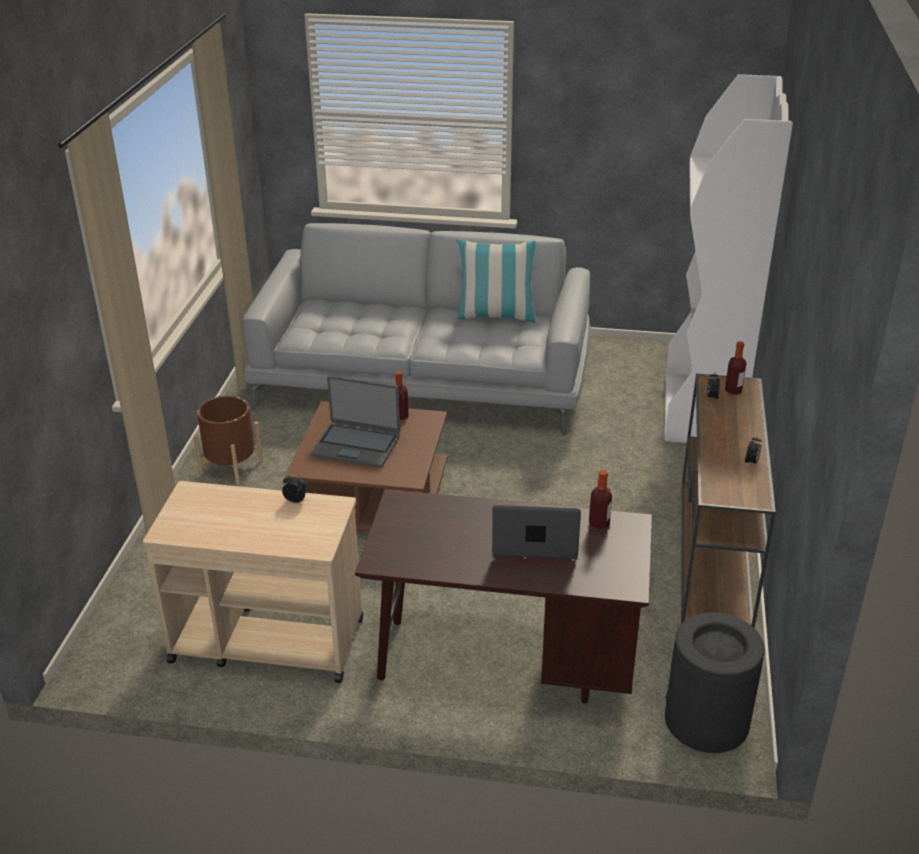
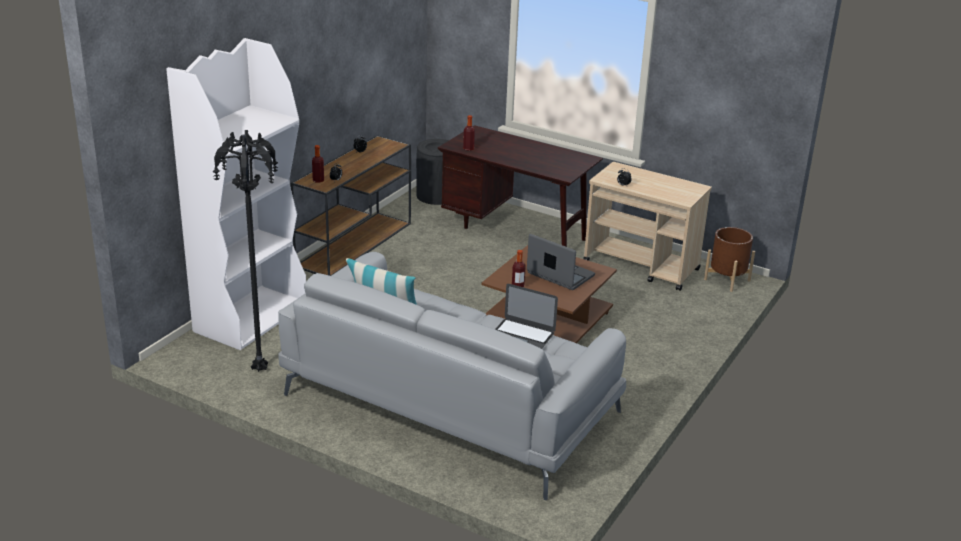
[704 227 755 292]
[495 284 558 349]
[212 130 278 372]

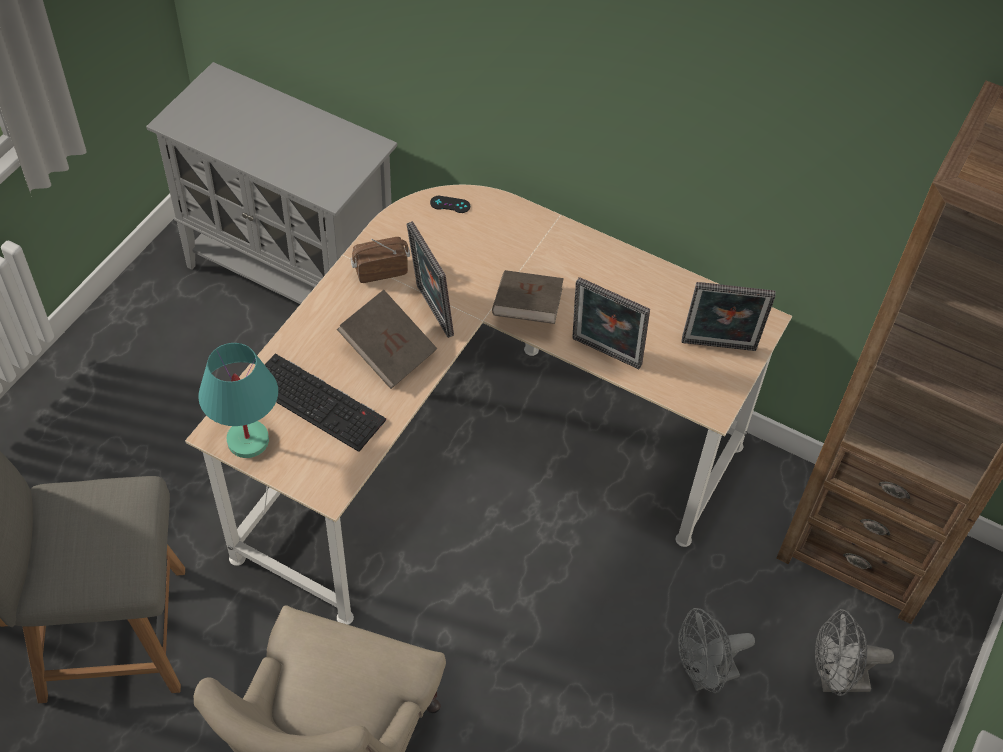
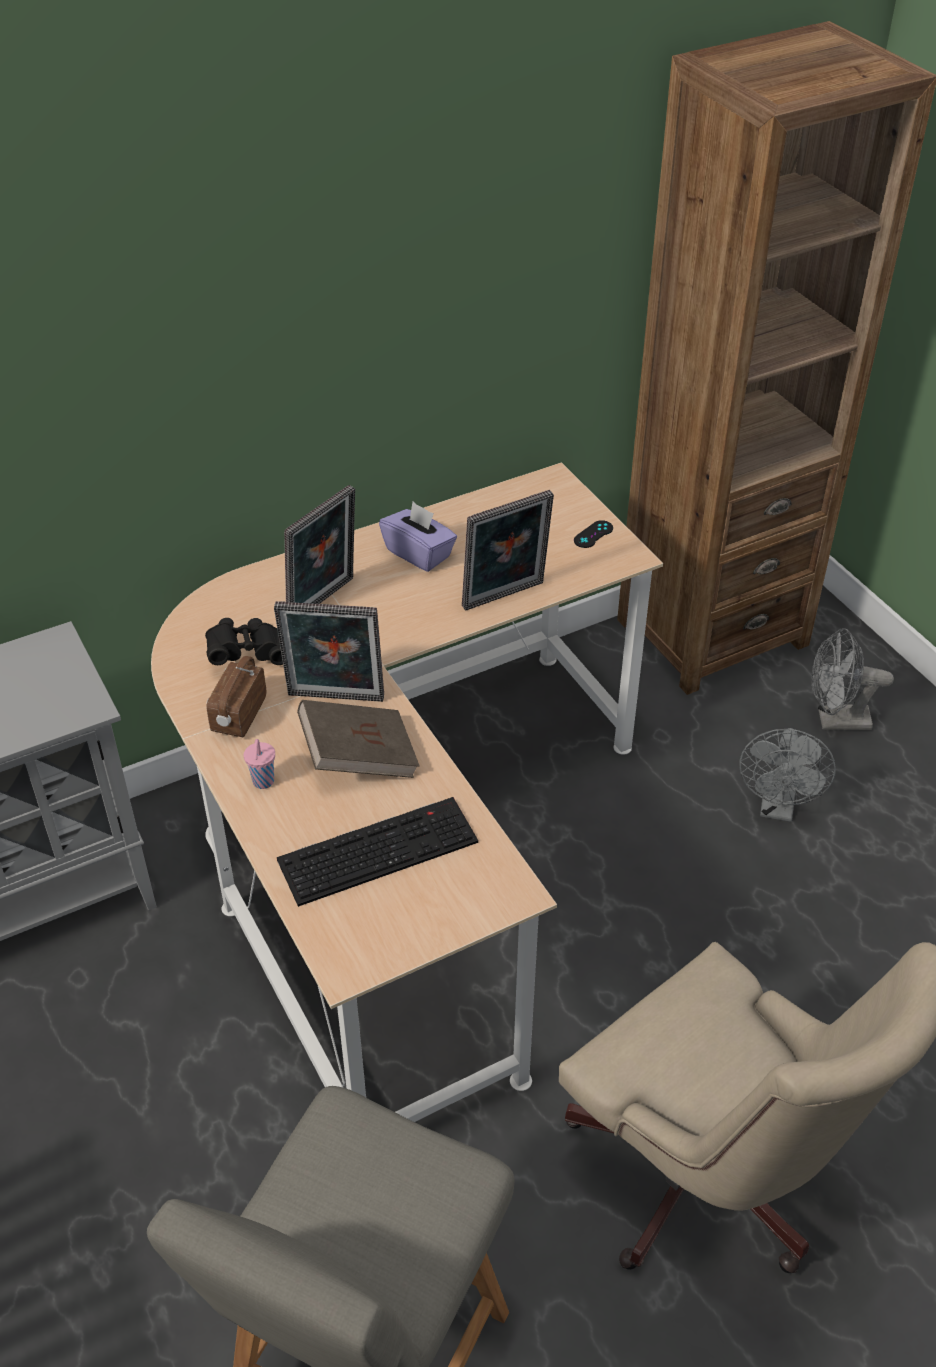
[199 343 278 458] (first image)
[574 520 613 548]
[492 270 564 324] (first image)
[284 485 355 604]
[812 628 894 730]
[205 618 283 665]
[244 739 275 789]
[379 502 457 572]

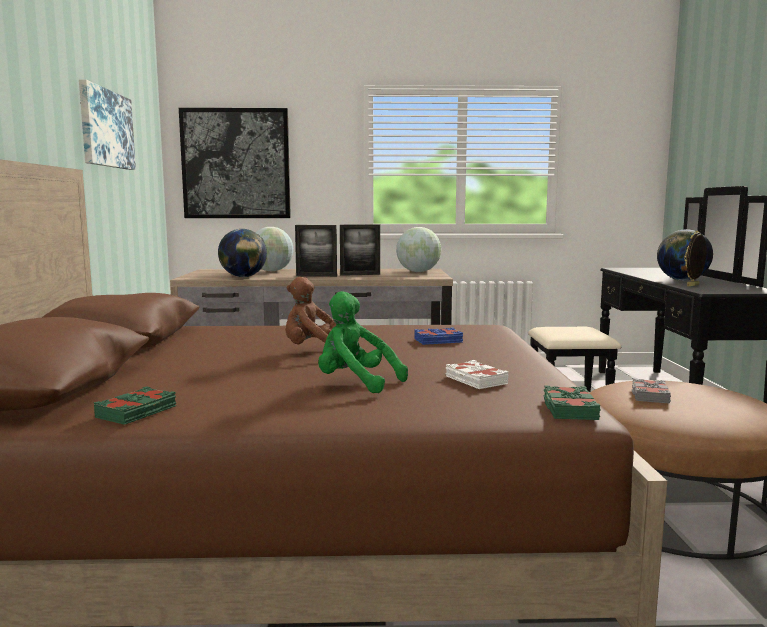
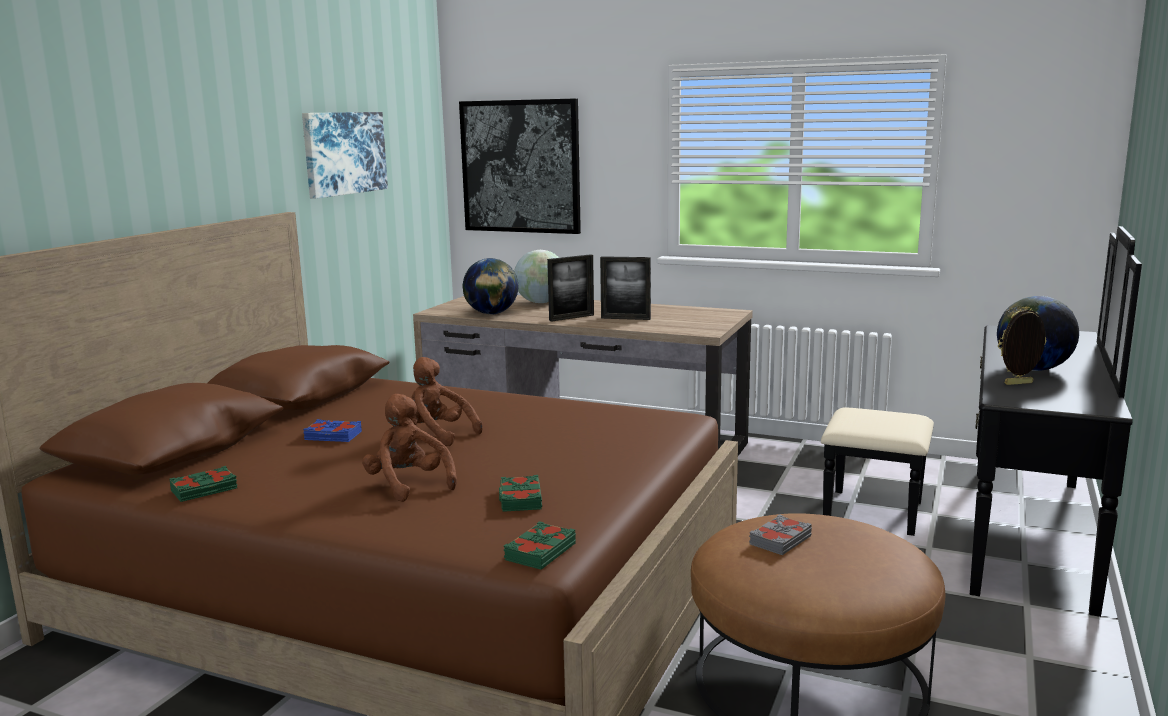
[547 254 594 322]
[362 394 457 502]
[396 227 441 272] (first image)
[303 419 362 442]
[499 475 542 512]

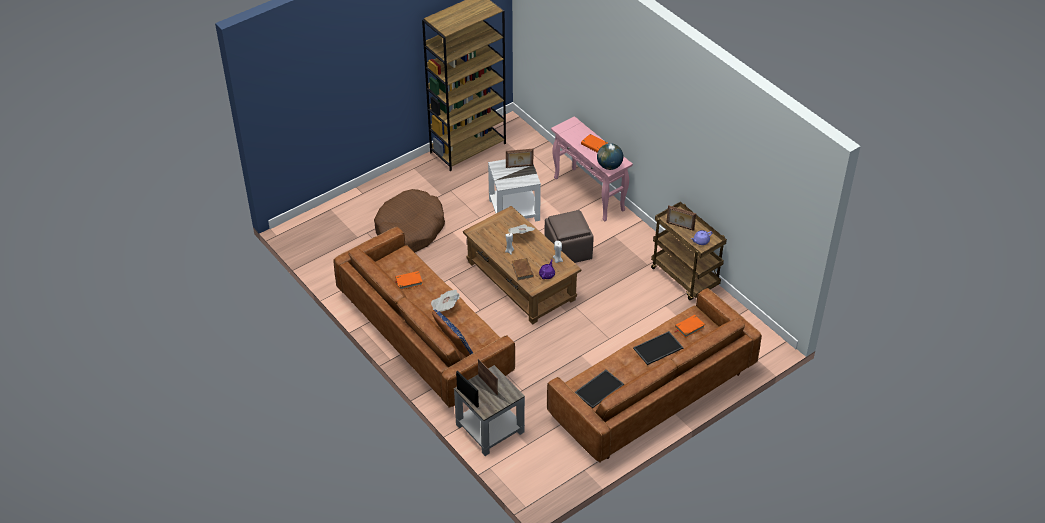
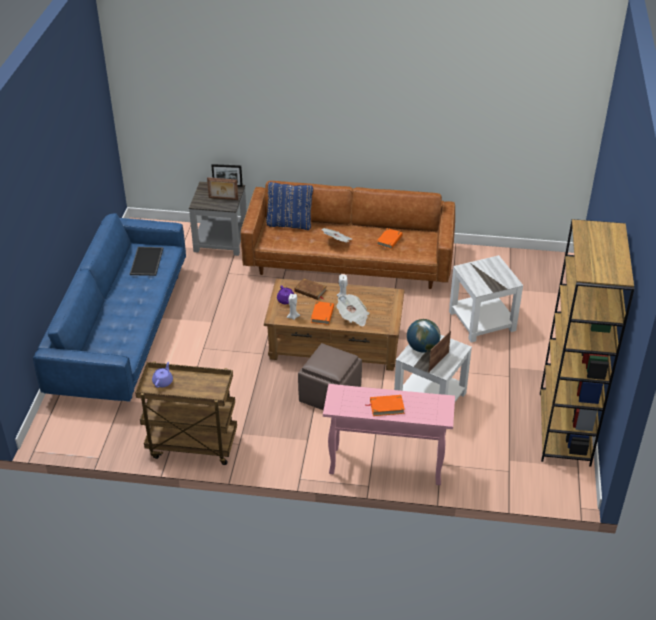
[449 255 523 343]
[33 214 186 402]
[407 319 440 353]
[633 331 683 365] (first image)
[666 205 696 231] (first image)
[311 301 334 325]

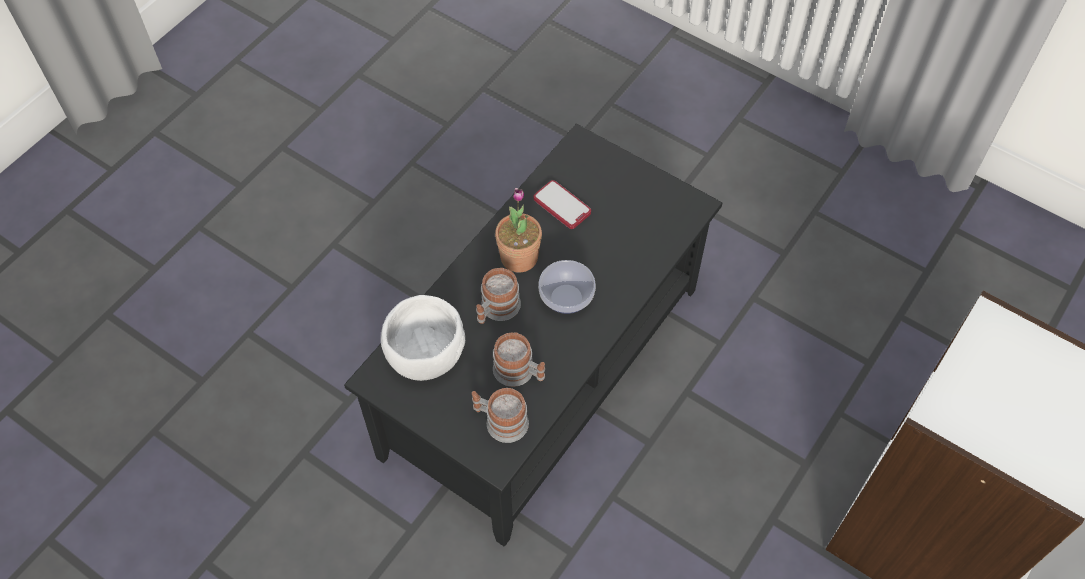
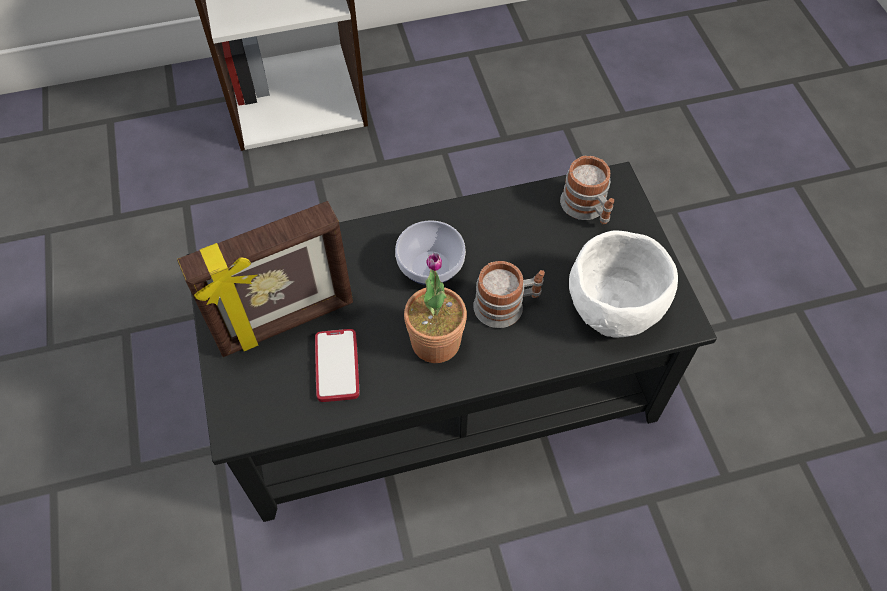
[493 332 545 387] (first image)
[177 201 353 357]

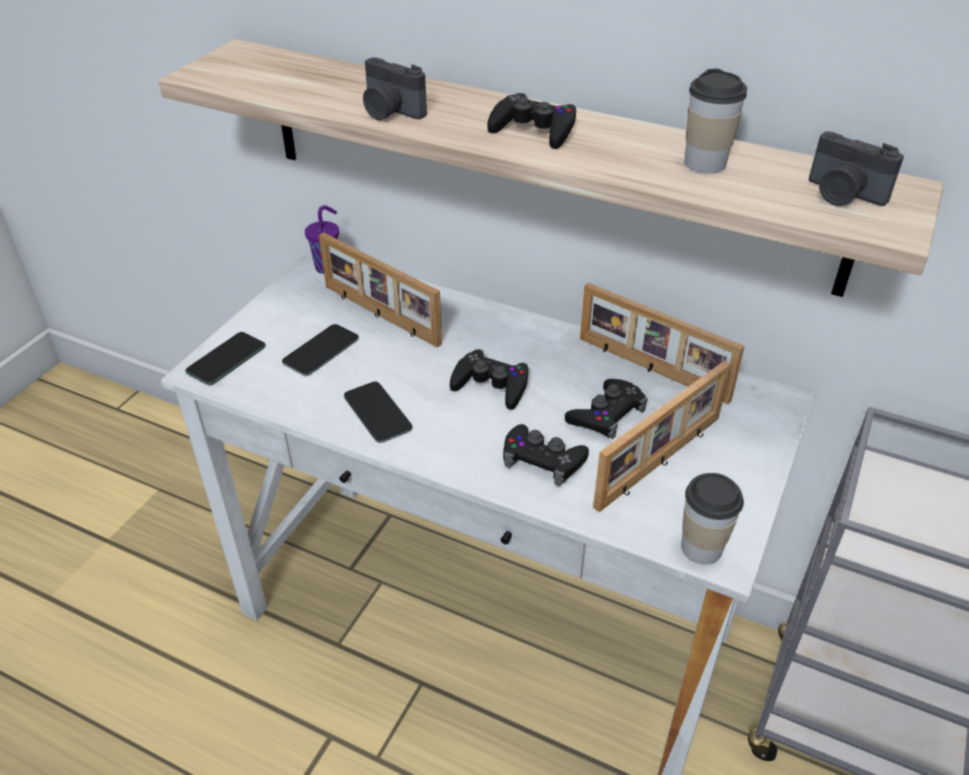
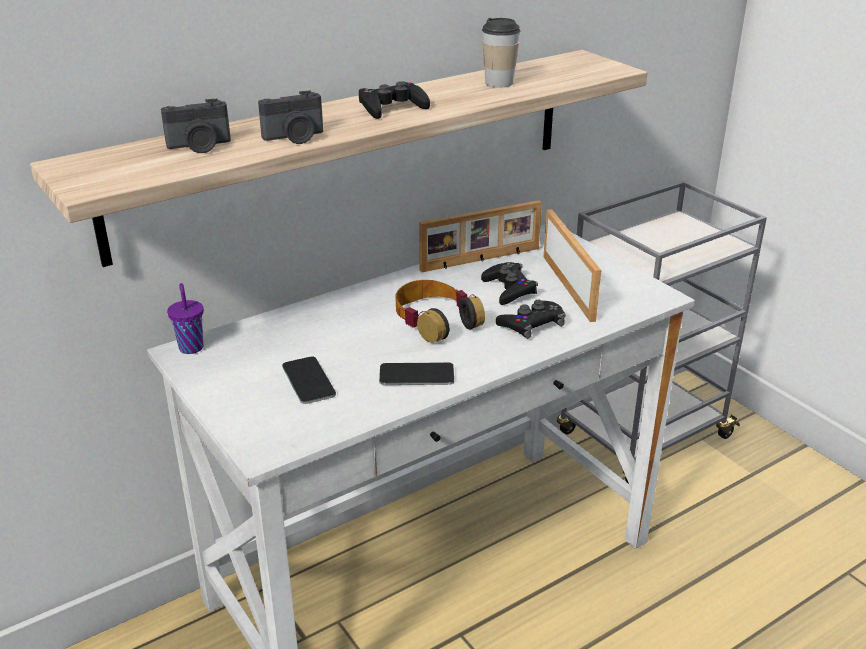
[185 332 266 385] (first image)
[319 232 442 348] (first image)
[395 280 485 343]
[681 473 744 565] (first image)
[161 99 231 153]

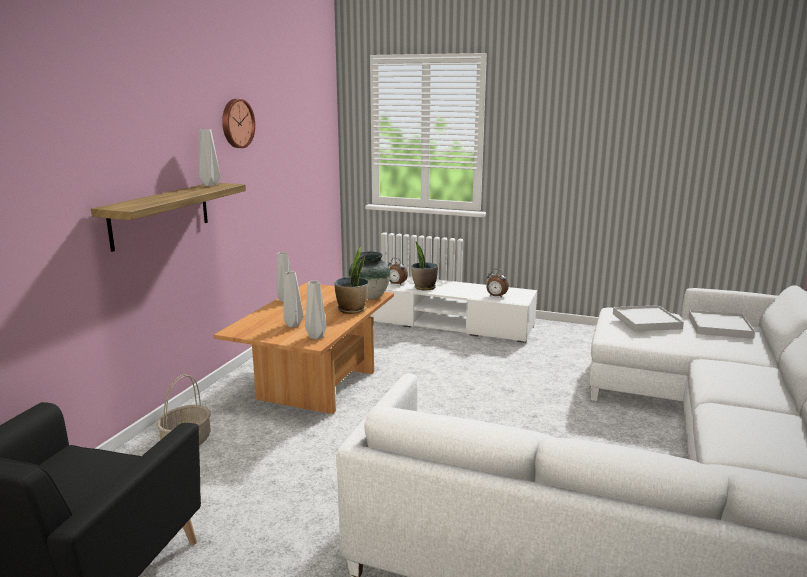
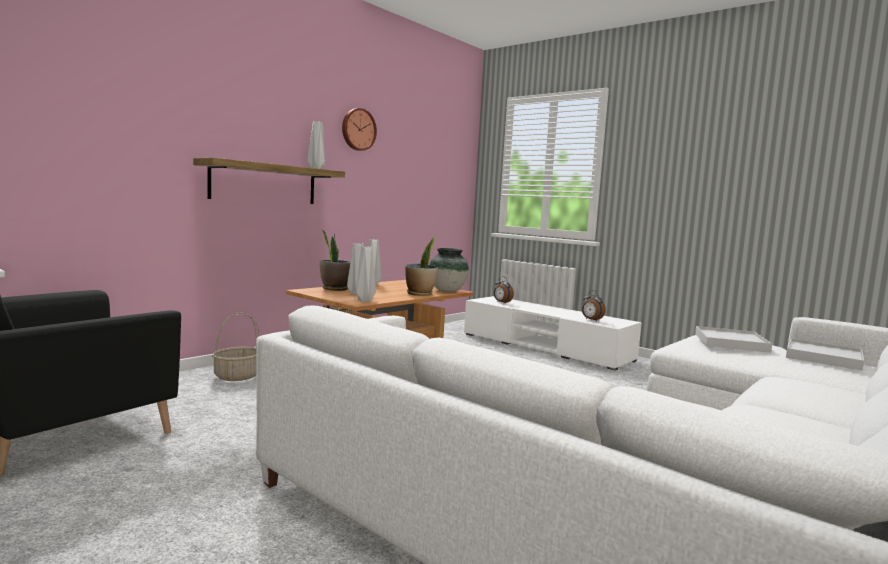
[320 230 350 291]

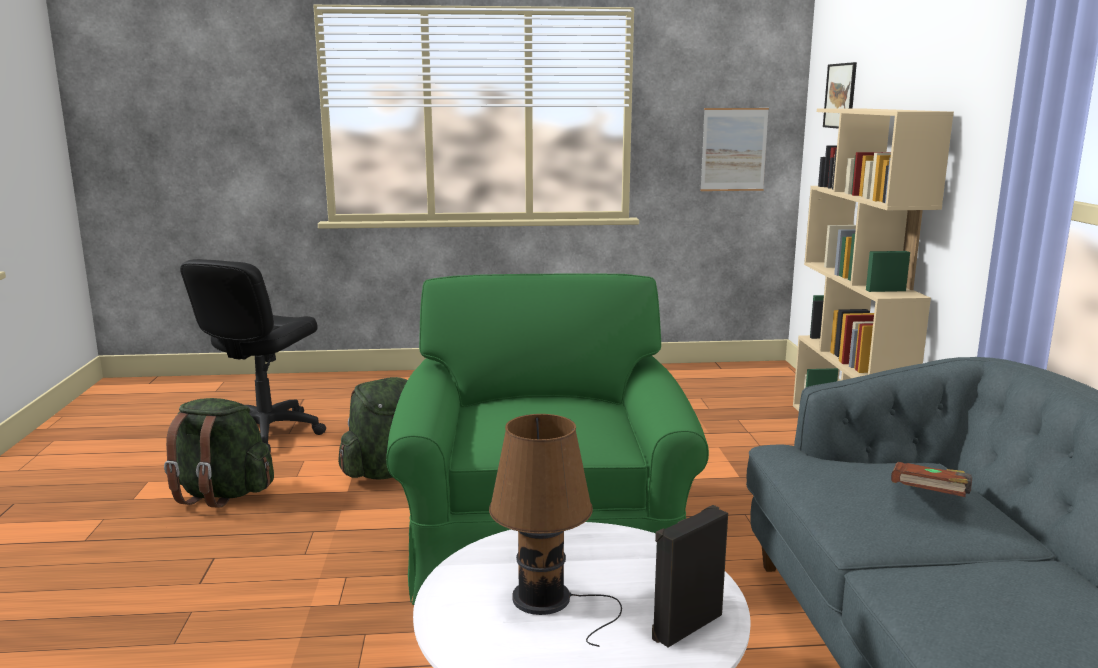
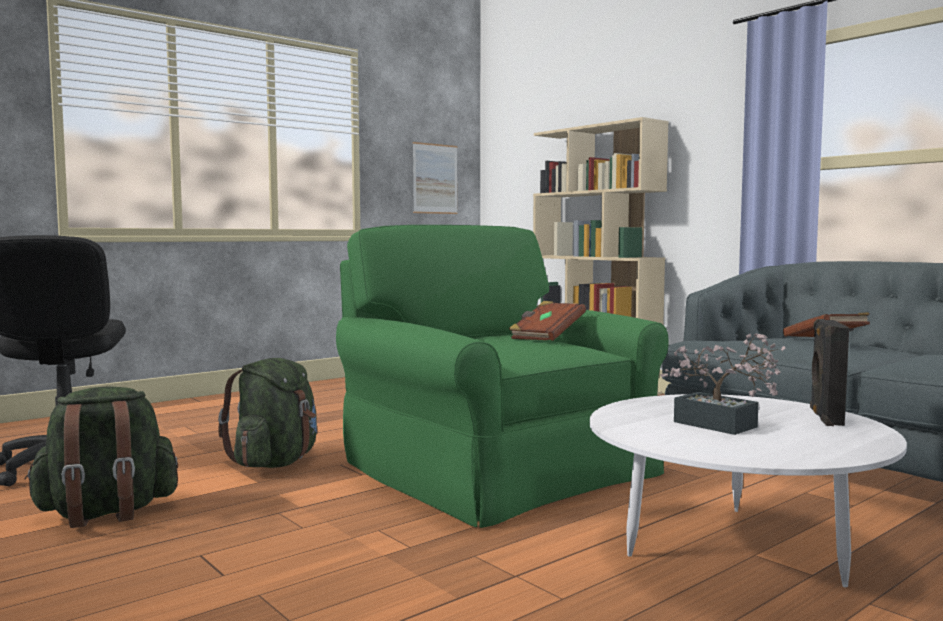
[660 333 786 435]
[823 62 857 129] (first image)
[509 301 586 341]

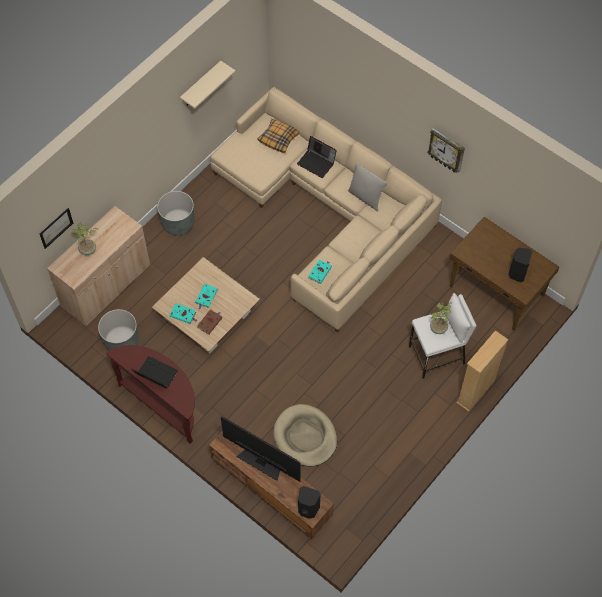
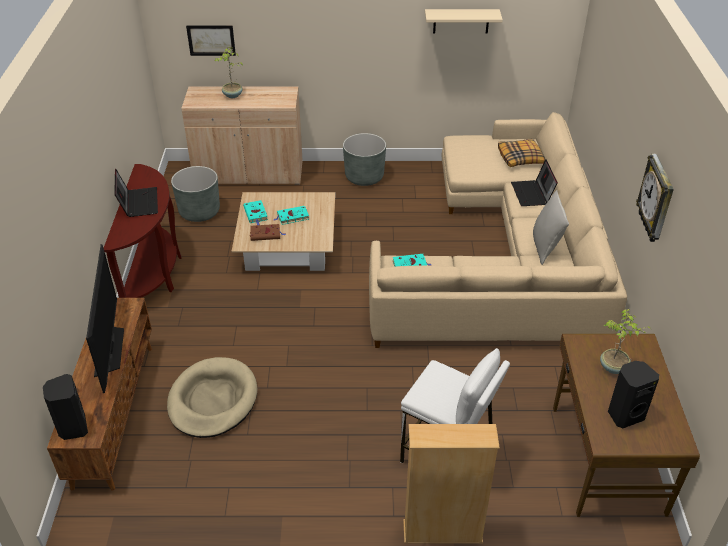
[600 309 651 374]

